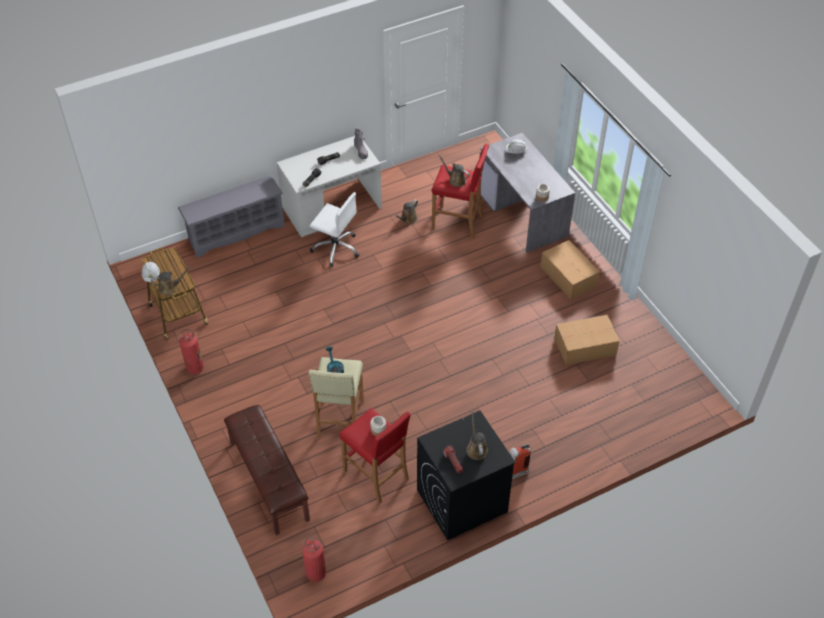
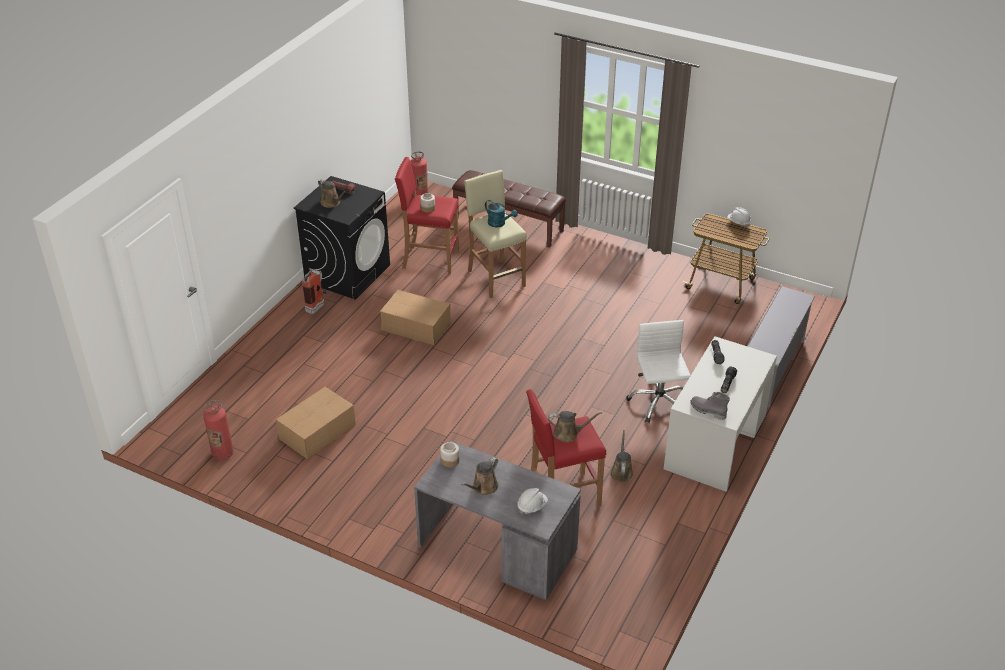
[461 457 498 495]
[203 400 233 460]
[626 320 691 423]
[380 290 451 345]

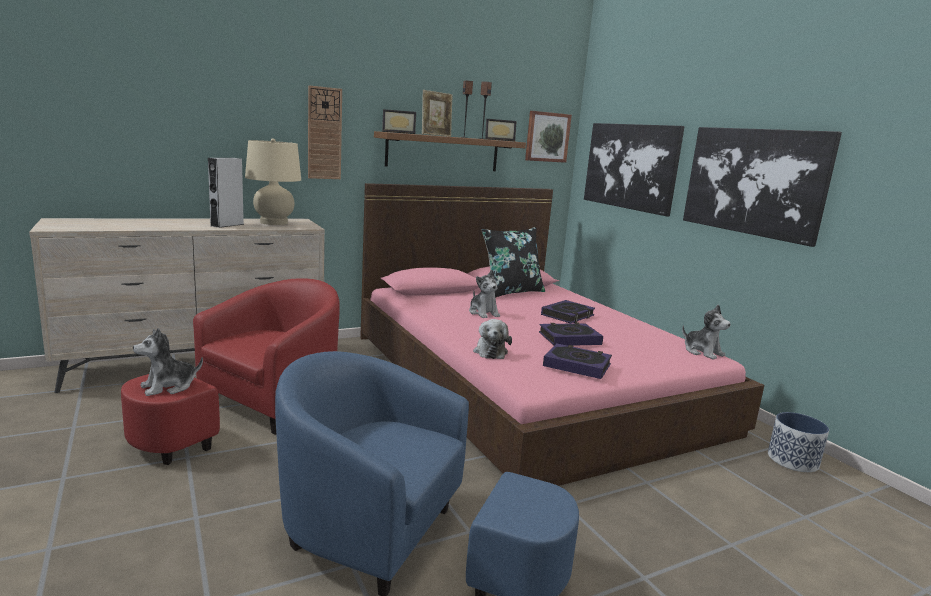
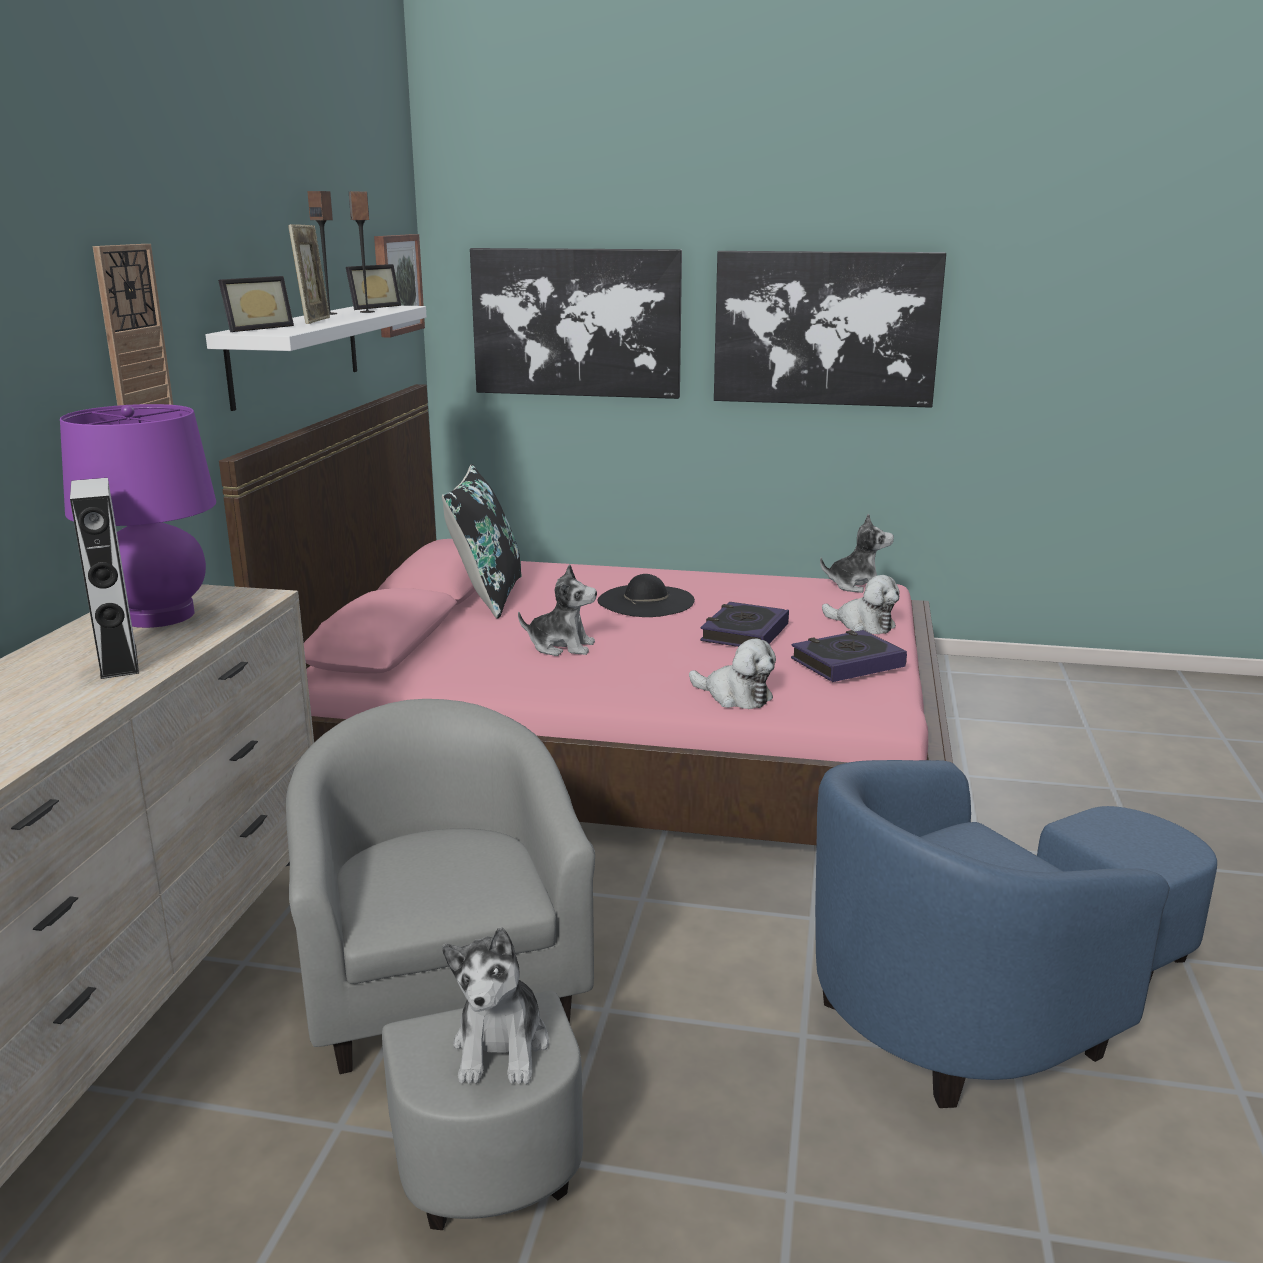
[286 699 595 1230]
[60 404 216 628]
[206 306 426 411]
[598 574 695 617]
[768 412 829 472] (first image)
[822 575 900 634]

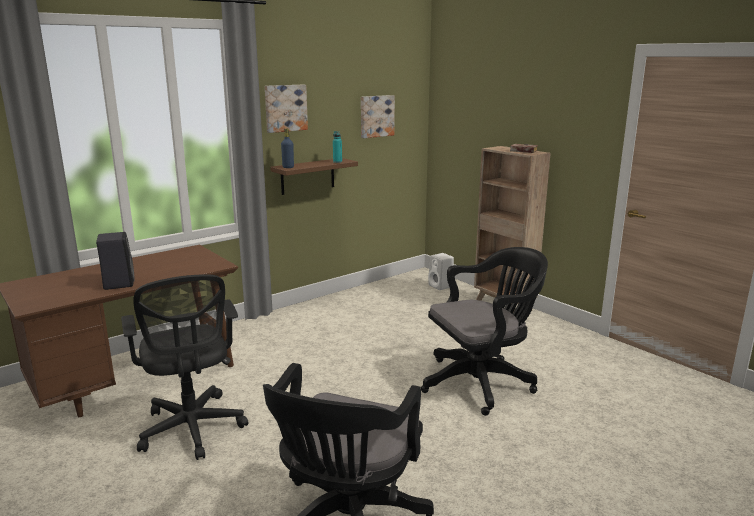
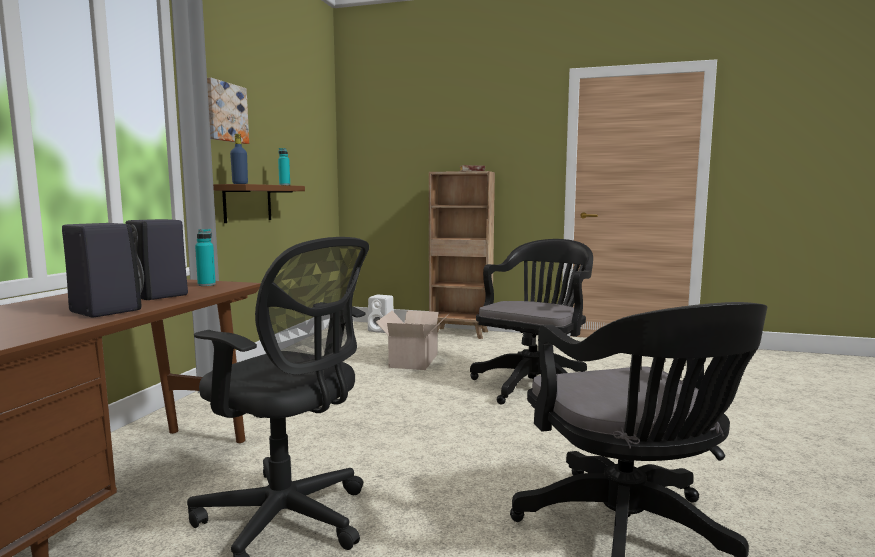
[361 95 395 138] (first image)
[125 219 188 300]
[195 229 216 286]
[376 310 447 370]

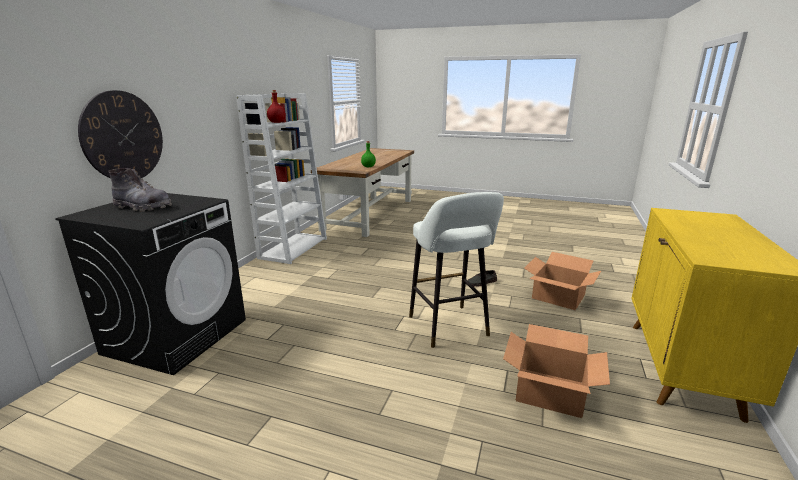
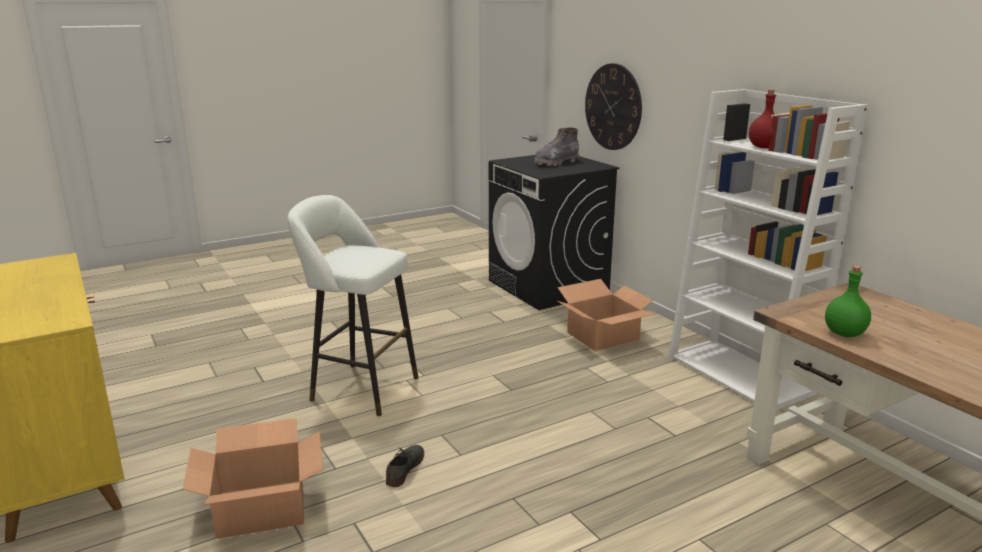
[557 279 657 351]

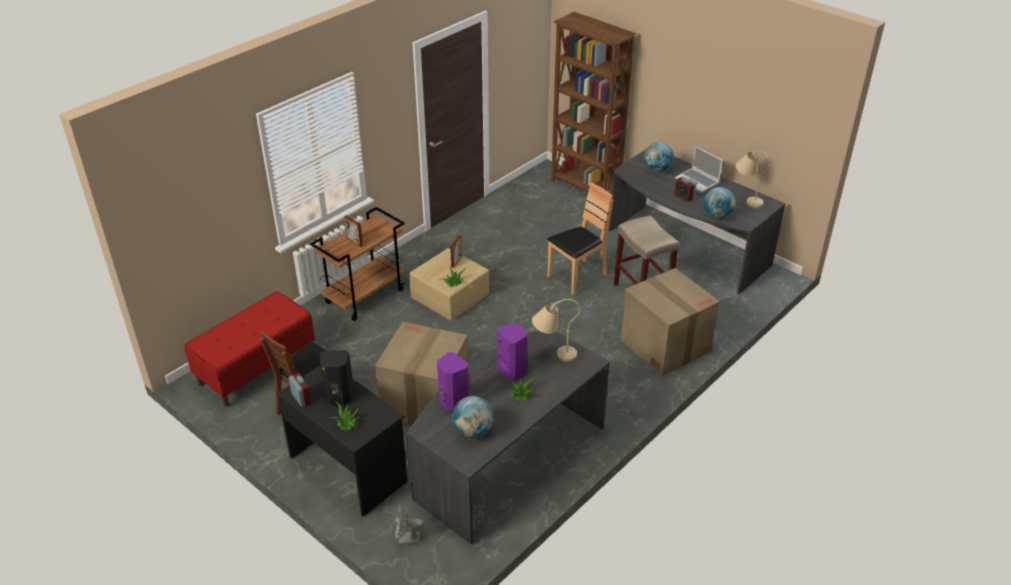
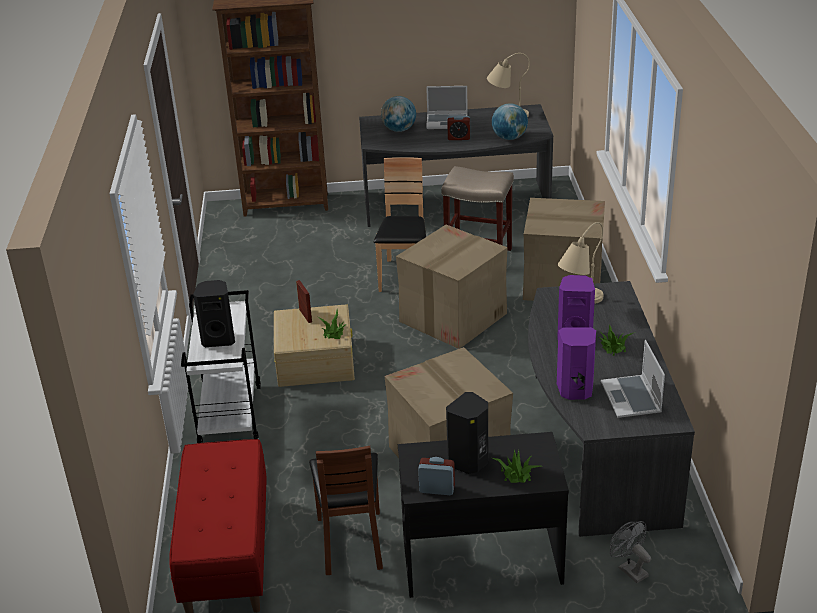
[181 290 261 443]
[193 280 235 347]
[610 521 651 583]
[601 340 665 418]
[396 225 508 349]

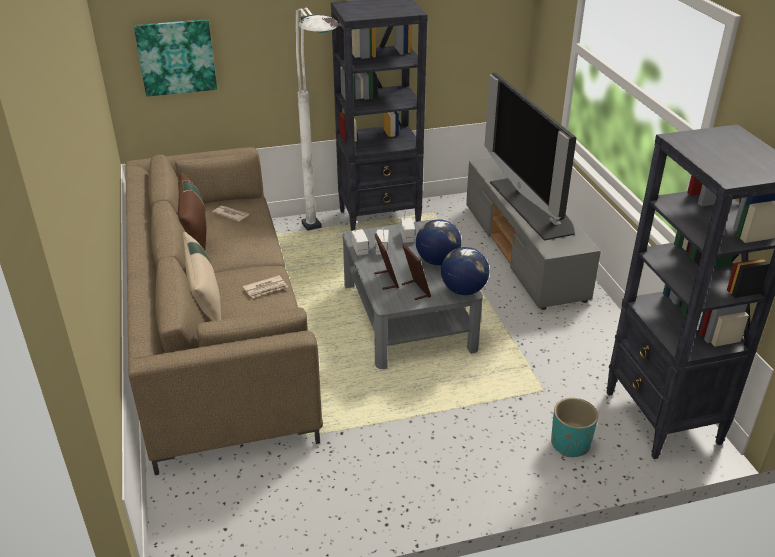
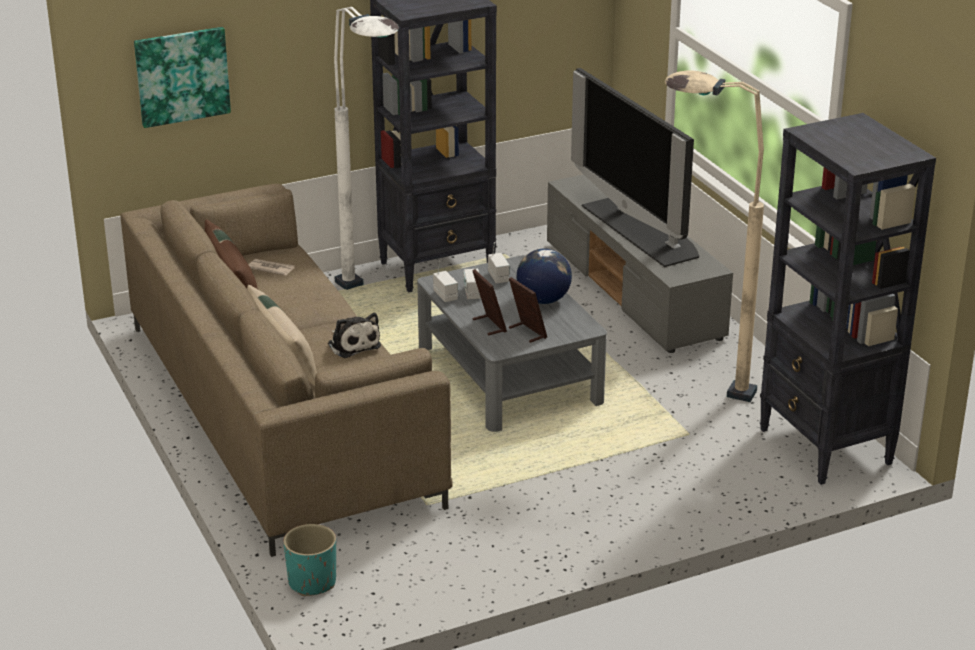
[328 313 381 358]
[441 247 489 295] (first image)
[283 524 336 596]
[665 71 764 402]

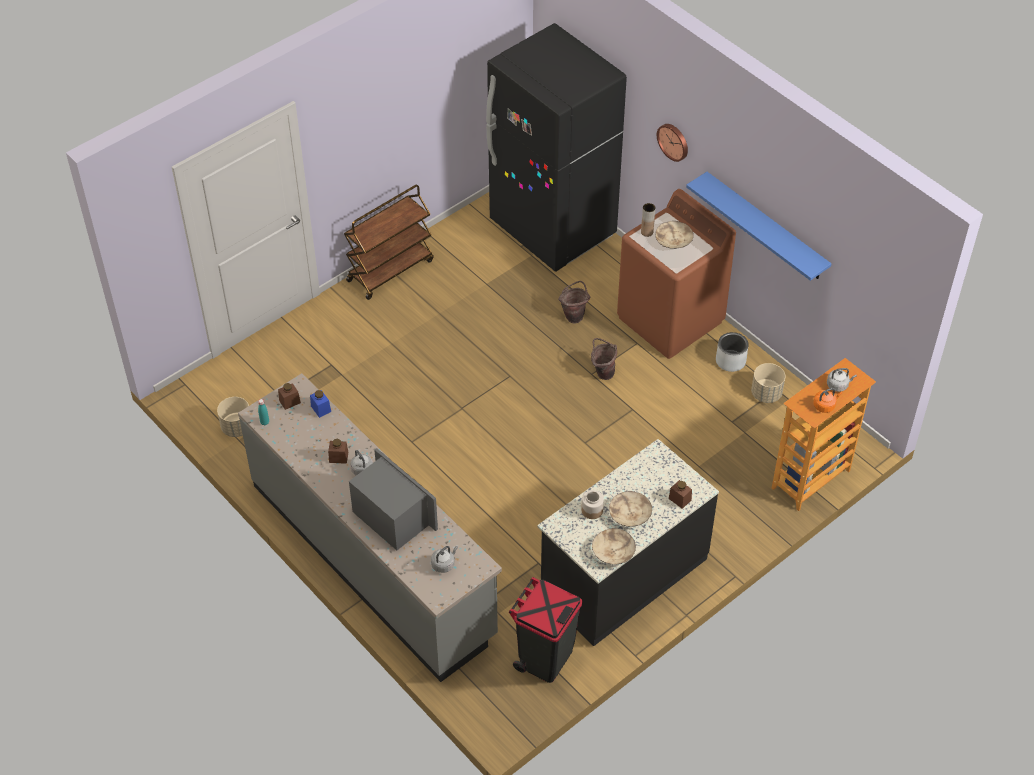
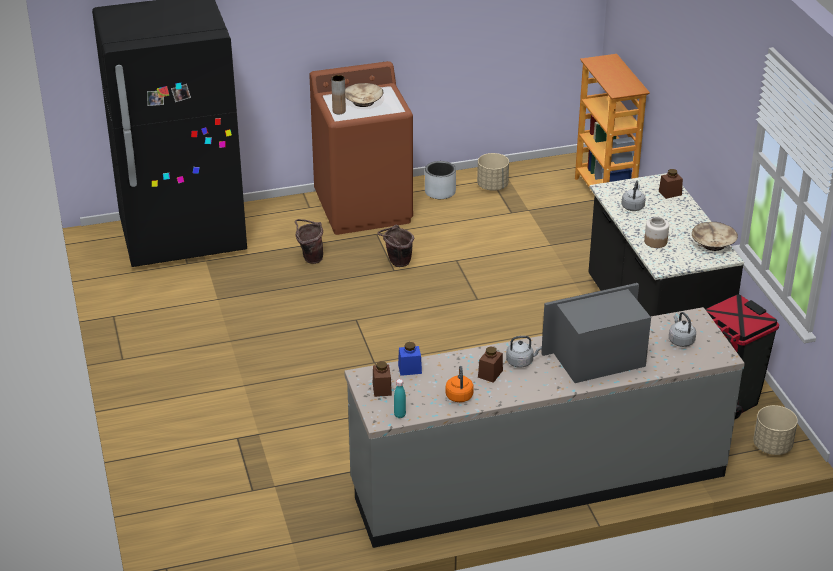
[753 405 798 455]
[344 185 434 300] (first image)
[609 491 652 527] (first image)
[657 124 688 162] (first image)
[686 172 832 281] (first image)
[446 366 474 402]
[622 181 646 211]

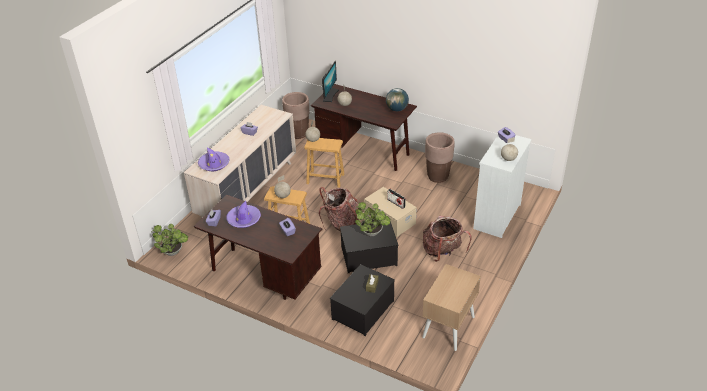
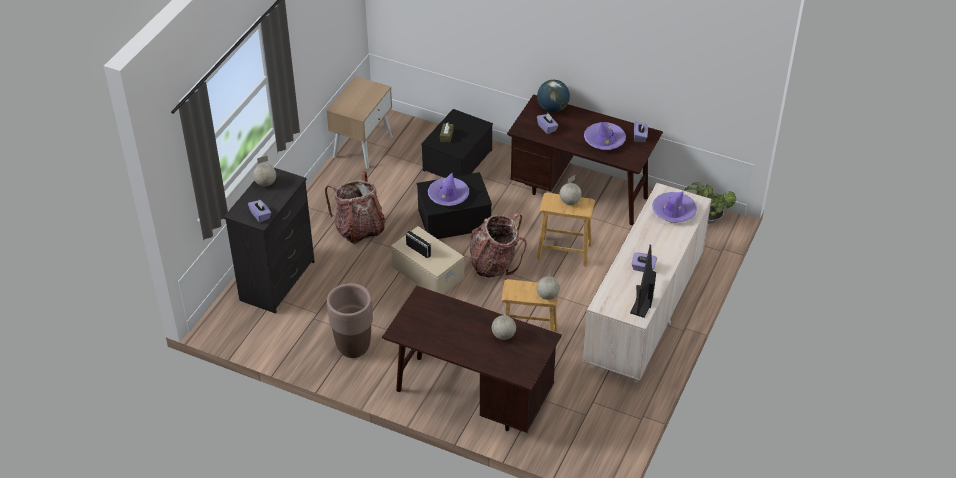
[282 92 310 139] (first image)
[630 244 656 318]
[428 173 469 206]
[537 80 570 112]
[224 167 315 314]

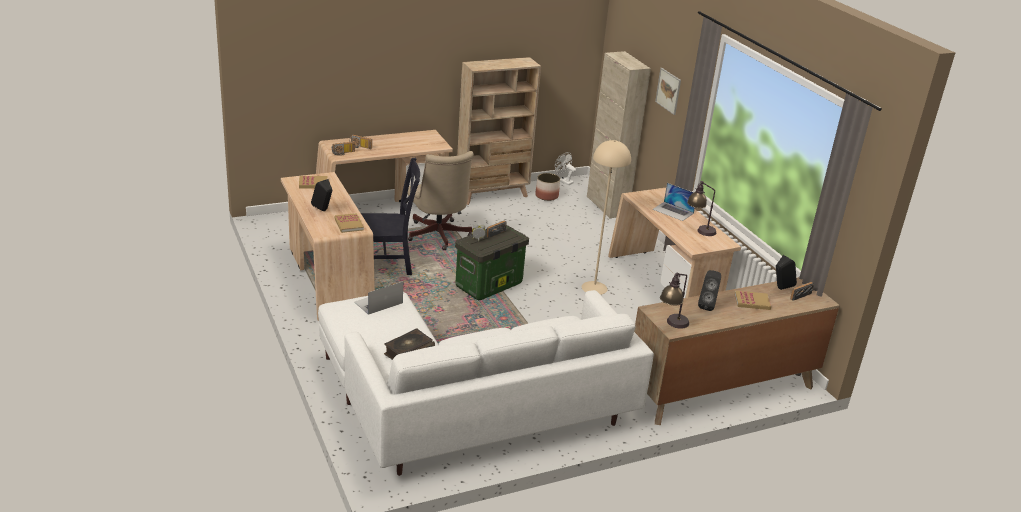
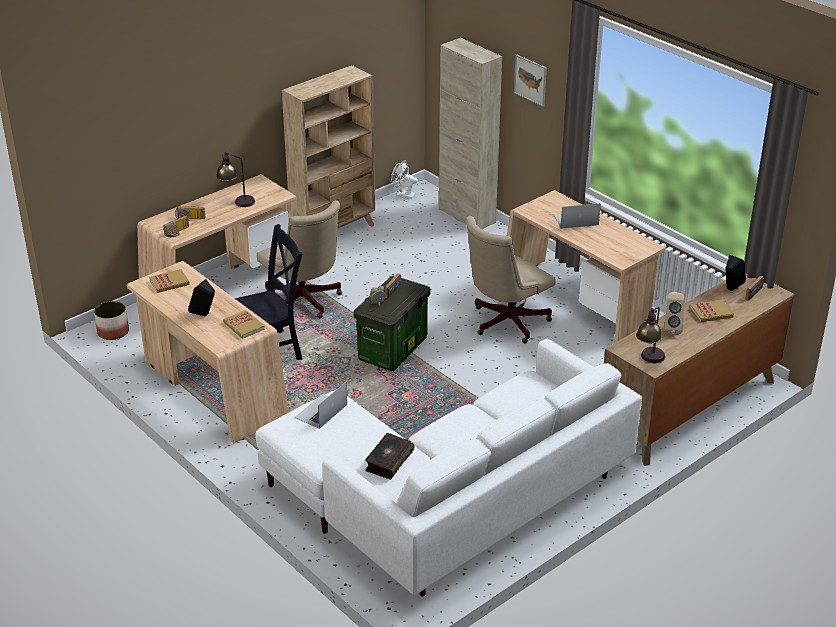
[94 301 129 340]
[465 216 555 343]
[554 203 601 229]
[216 151 255 207]
[664 292 684 335]

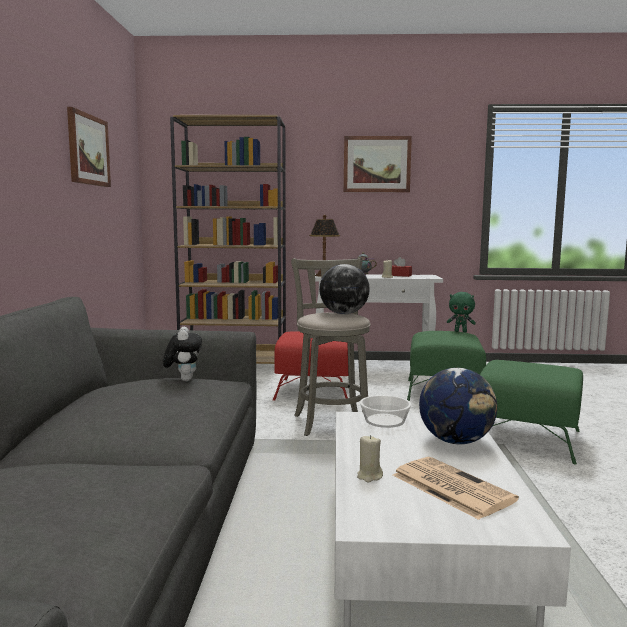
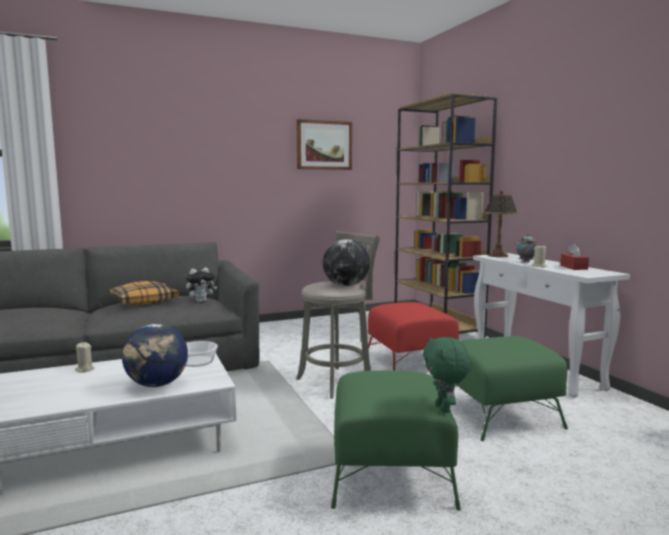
[344 136 412 192] (first image)
[393 457 519 520] (first image)
[423 337 470 413]
[110 281 179 305]

